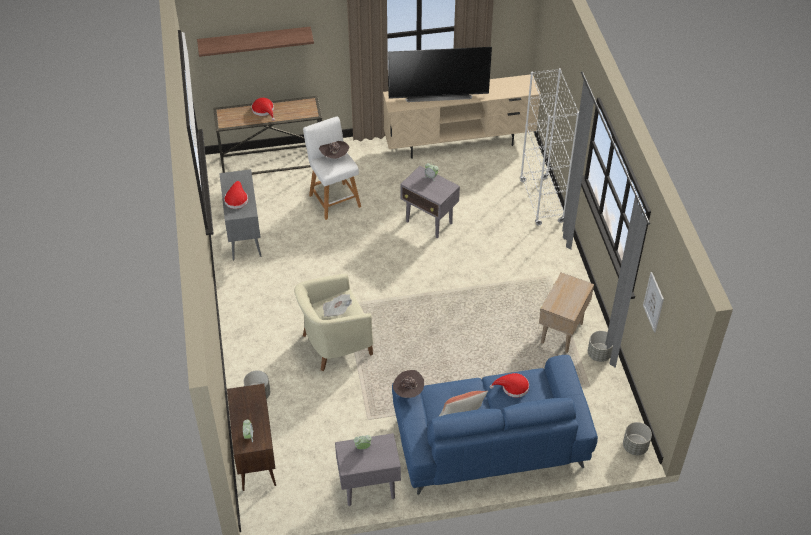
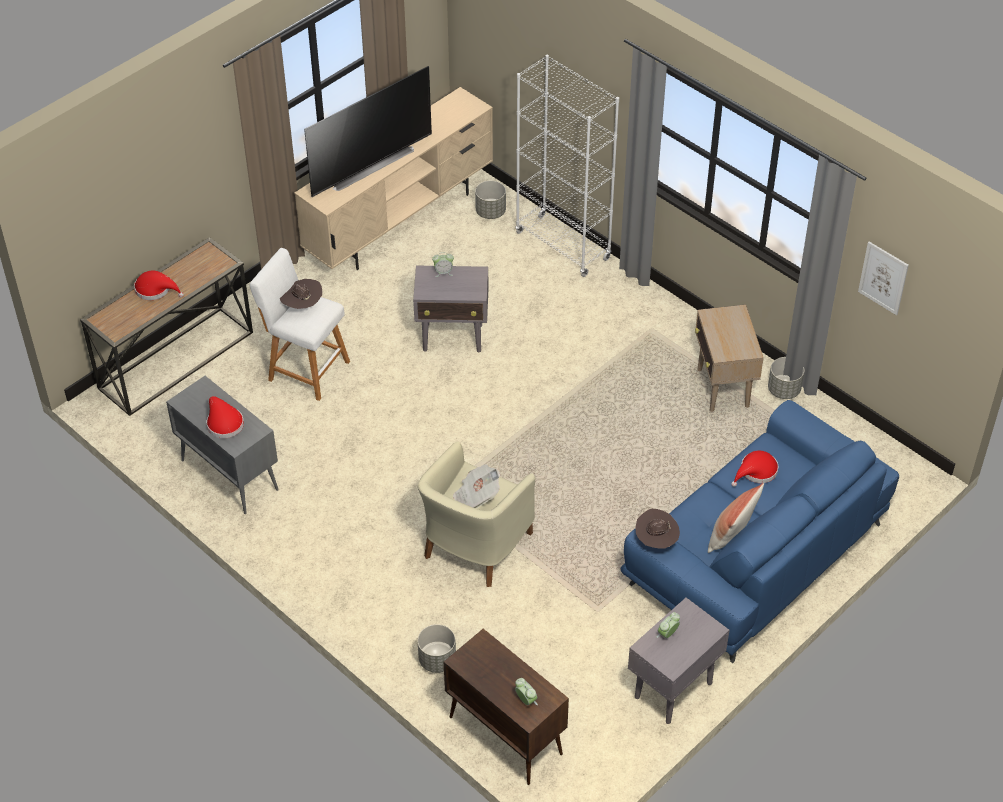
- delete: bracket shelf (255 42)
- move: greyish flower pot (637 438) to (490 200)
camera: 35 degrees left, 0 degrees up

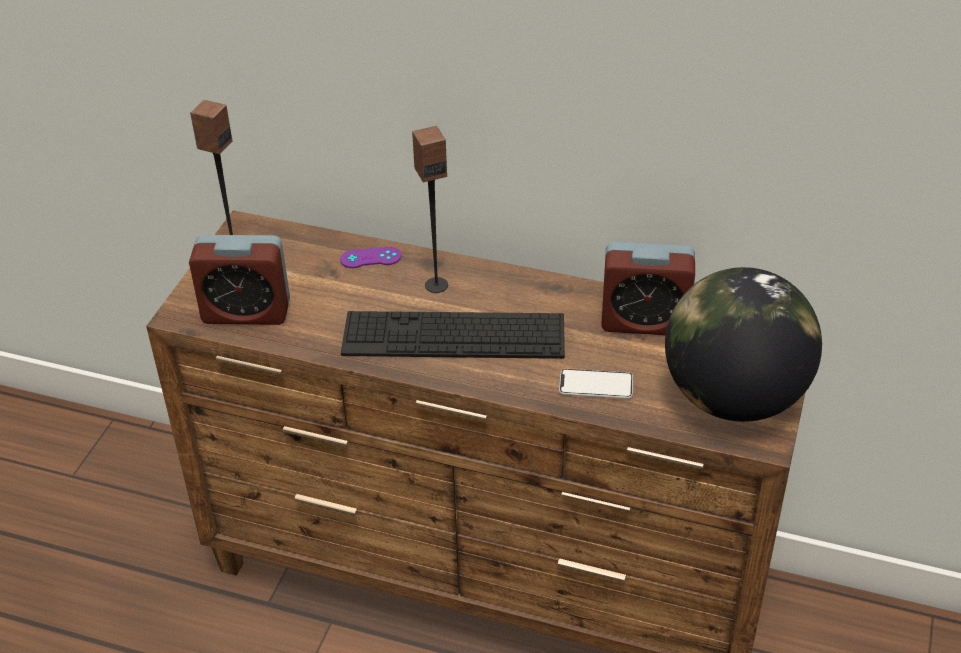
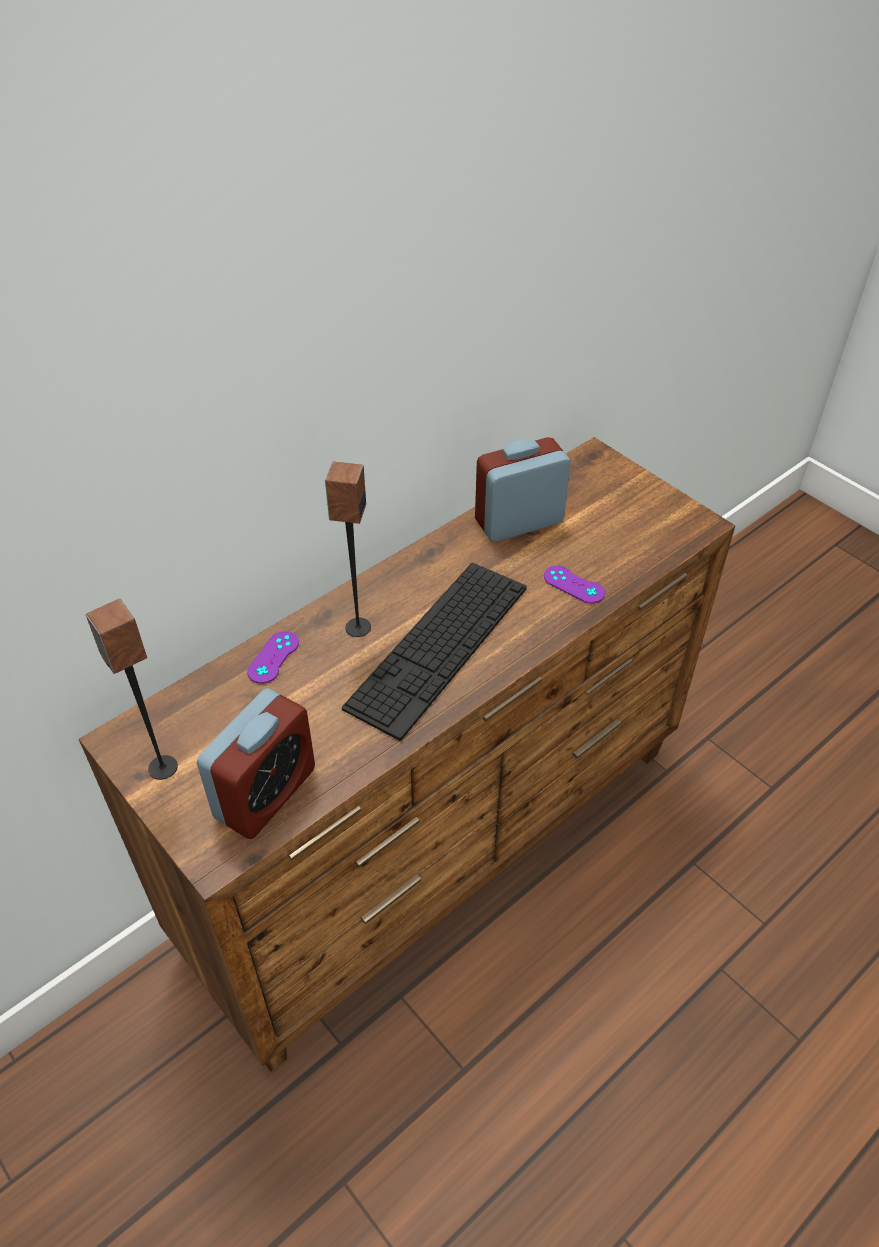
- replace: phone (596 384) to purplish gamepad (574 584)
- rotate: bedside clock (648 288) = (523 489) 150 degrees counterclockwise
- delete: desk globe (743 344)
camera: 60 degrees left, 5 degrees up

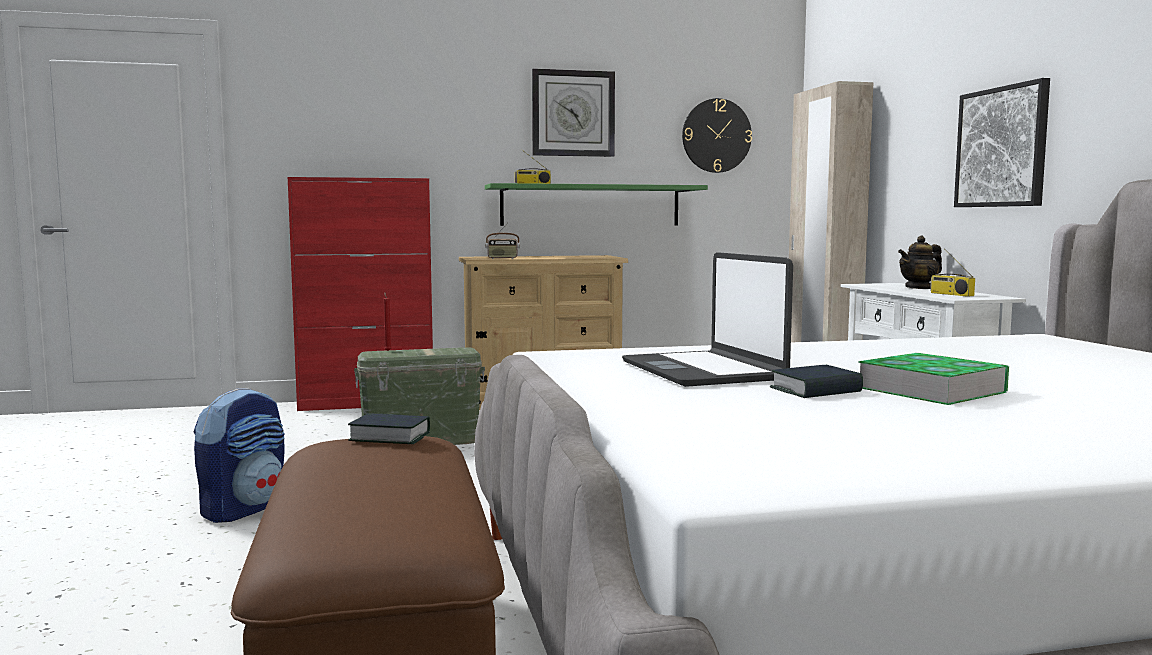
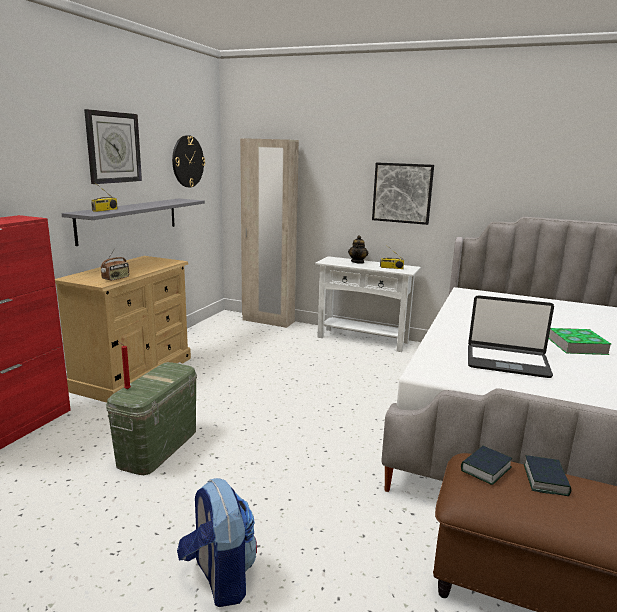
- recolor: green bracket shelf (596 204) to greyish bracket shelf (133 222)
- move: volume (816 381) to (547 475)
camera: 55 degrees left, 10 degrees up

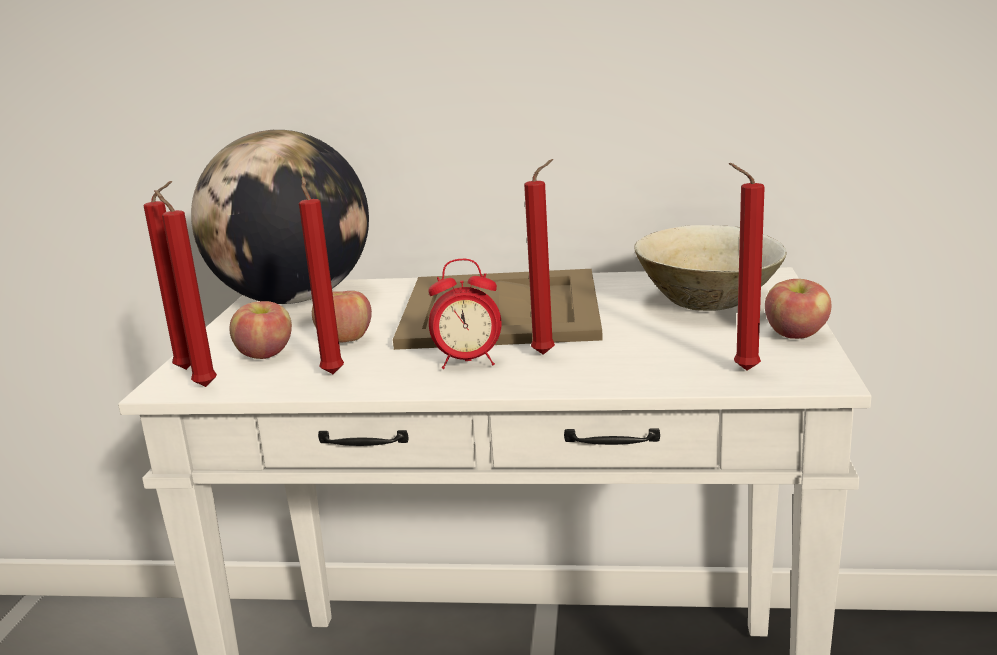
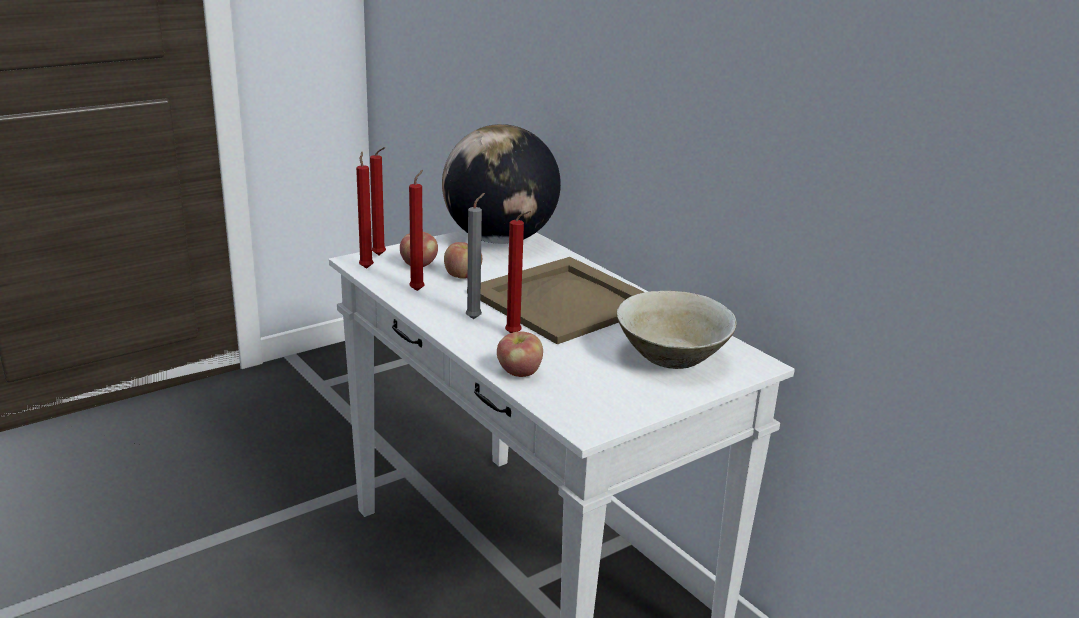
- replace: bedside clock (465 314) to greyish wax candle (475 256)
- delete: reddish wax candle (747 267)
- move: whole apple (798 309) to (520 354)
camera: 45 degrees right, 5 degrees up

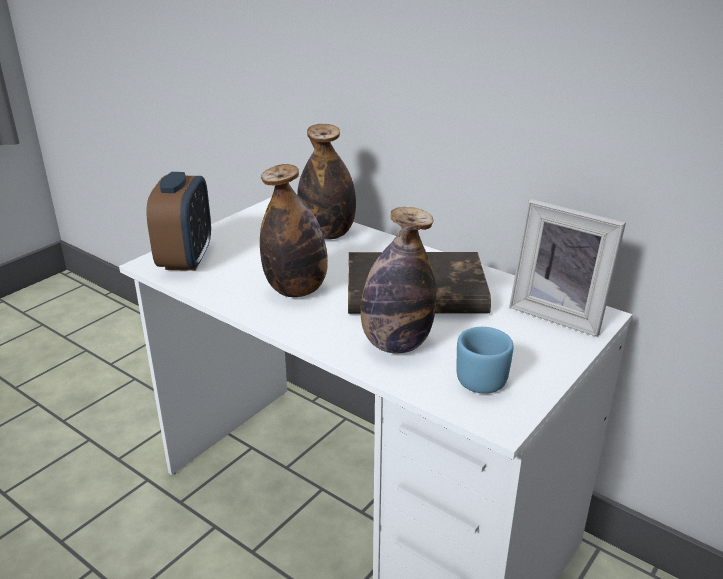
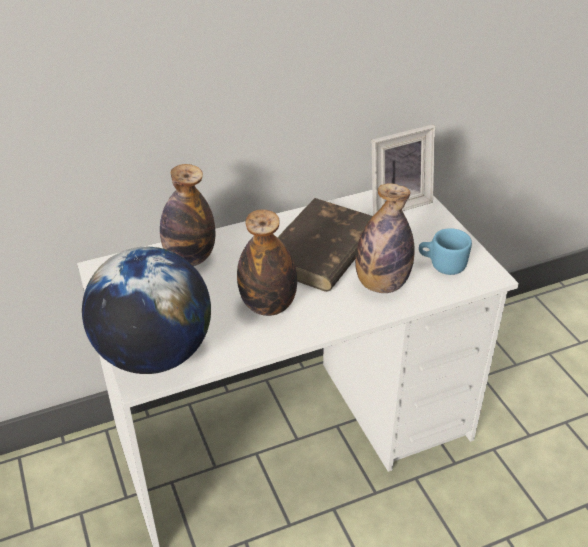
- replace: bedside clock (178 221) to desk globe (146 310)
camera: 60 degrees left, 10 degrees up

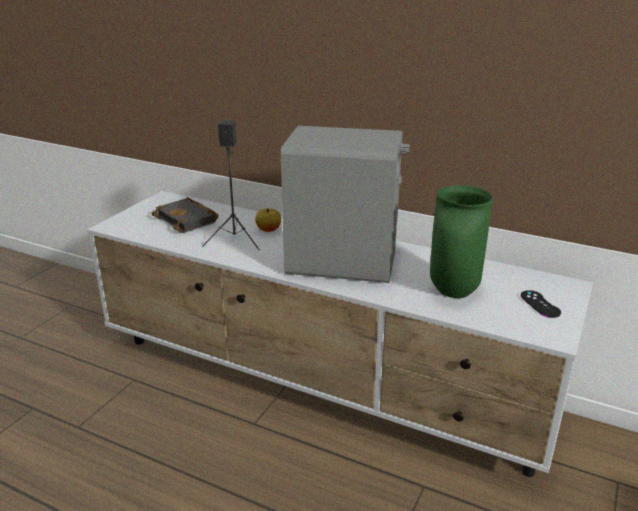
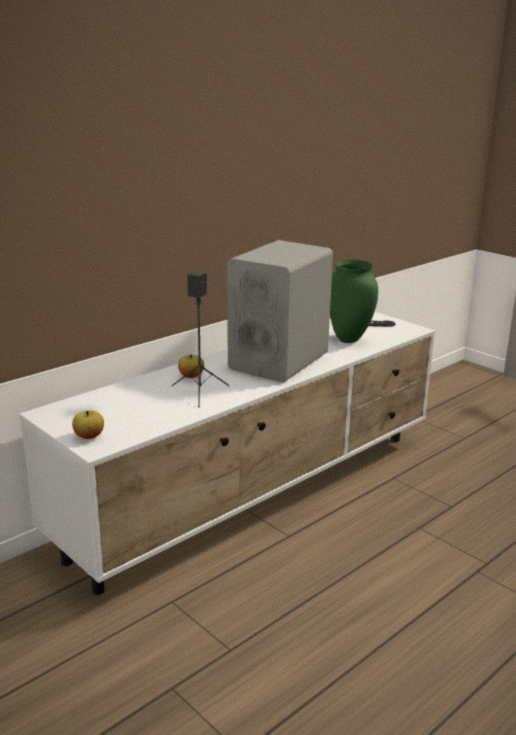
- delete: blackish volume (185 215)
- insert: whole apple (88 425)
camera: 70 degrees left, 5 degrees down

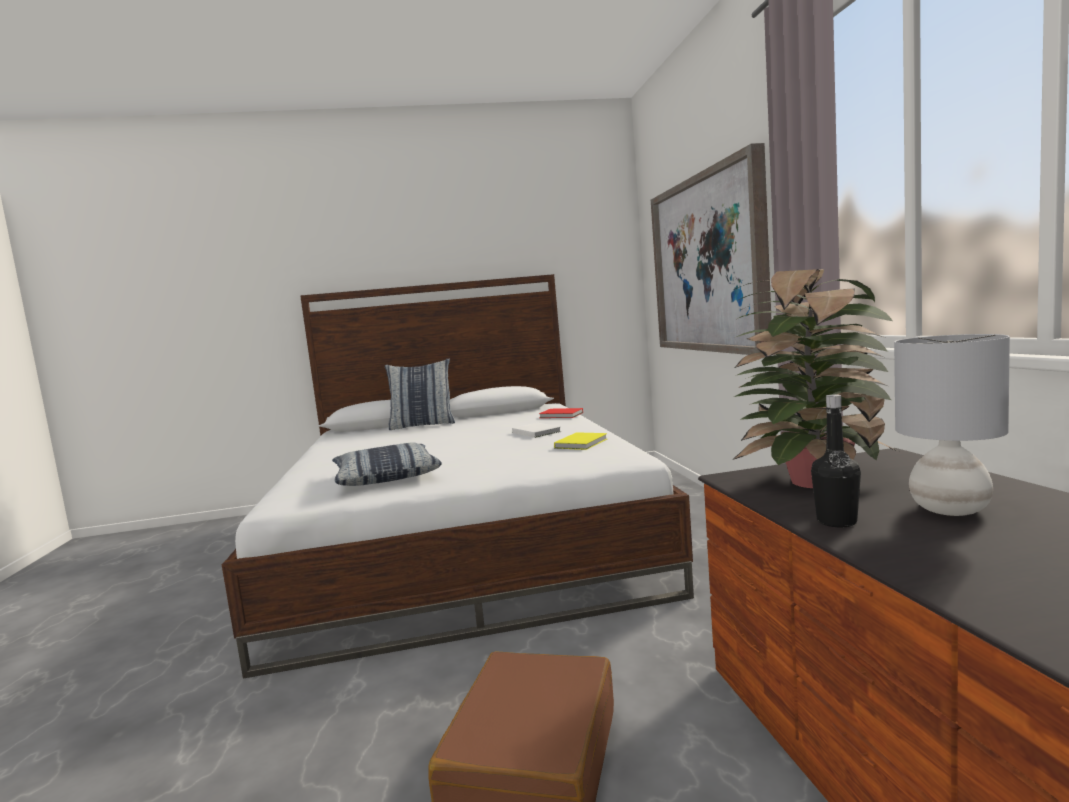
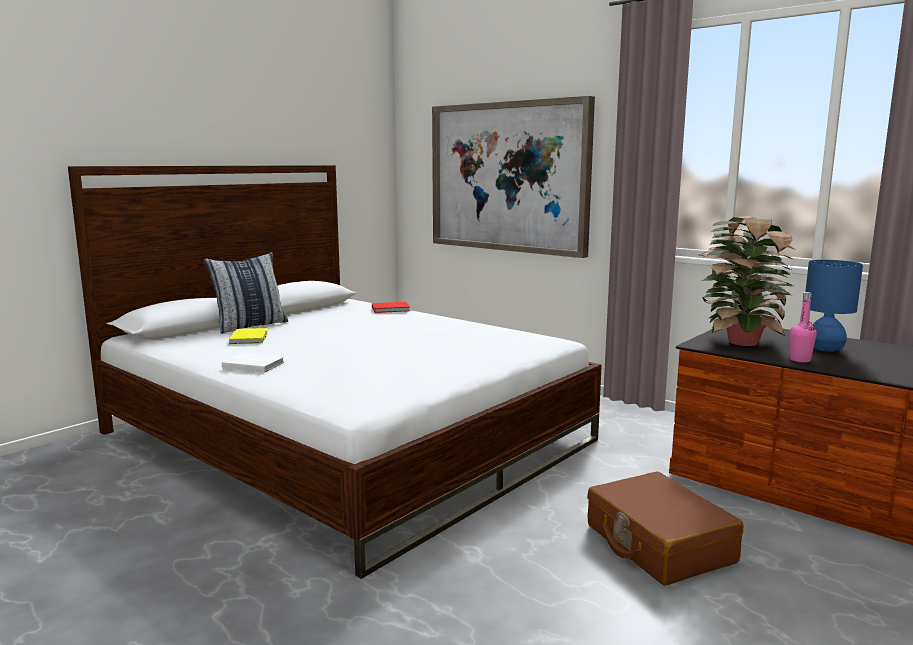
- delete: cushion (387 464)
- move: white volume (536 430) to (253 363)
- move: yellow-coloured volume (580 441) to (248 336)
- recolor: blackish drink bottle (836 460) to pinkish drink bottle (803 327)
- recolor: greyish table lamp (952 425) to bluish table lamp (834 306)
camera: 40 degrees left, 5 degrees up

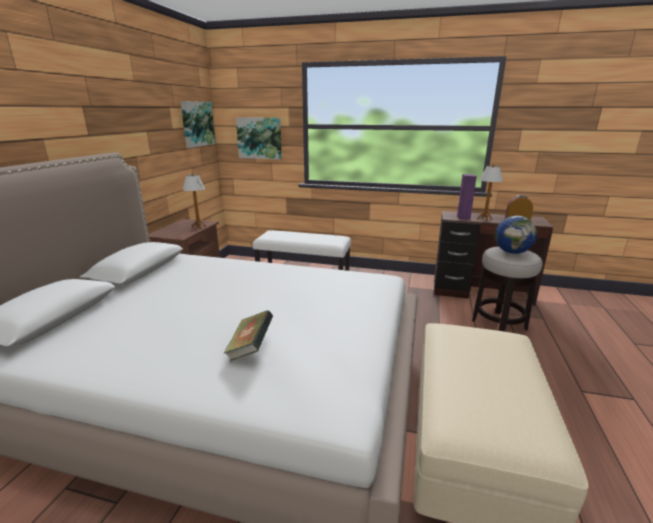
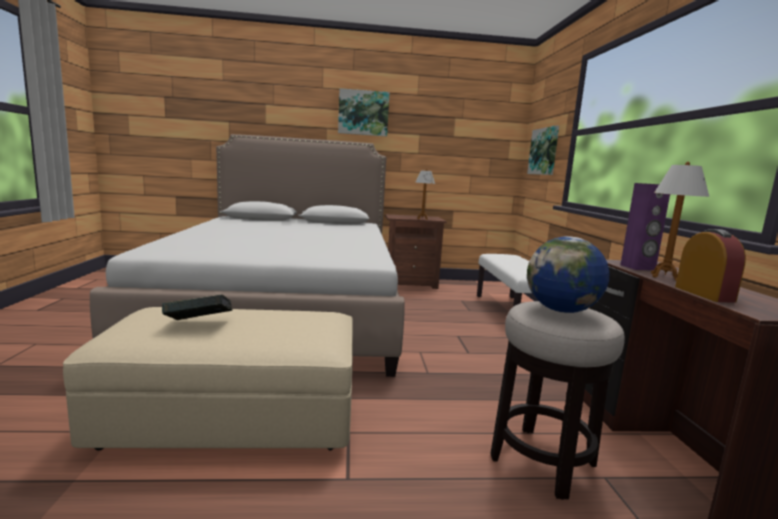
- move: wall picture (198 124) to (364 112)
- move: volume (248 336) to (197 307)
camera: 70 degrees right, 10 degrees down

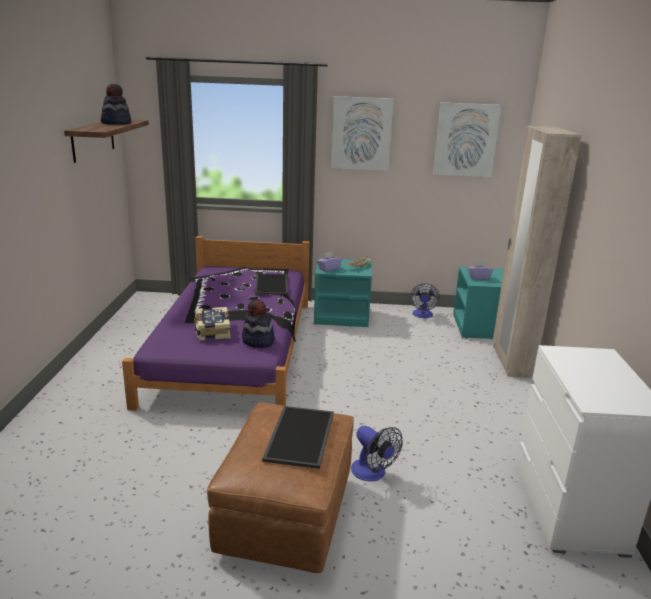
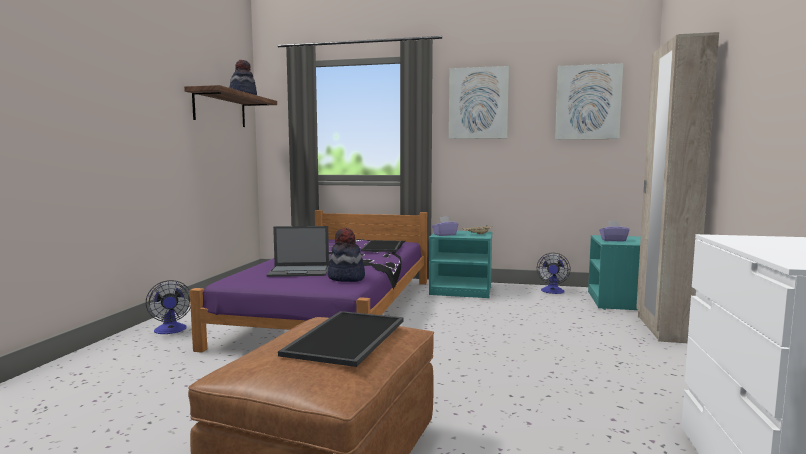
- replace: volume (212 324) to portable computer (298 251)
- move: fan (377 454) to (168 307)
camera: 10 degrees right, 15 degrees down

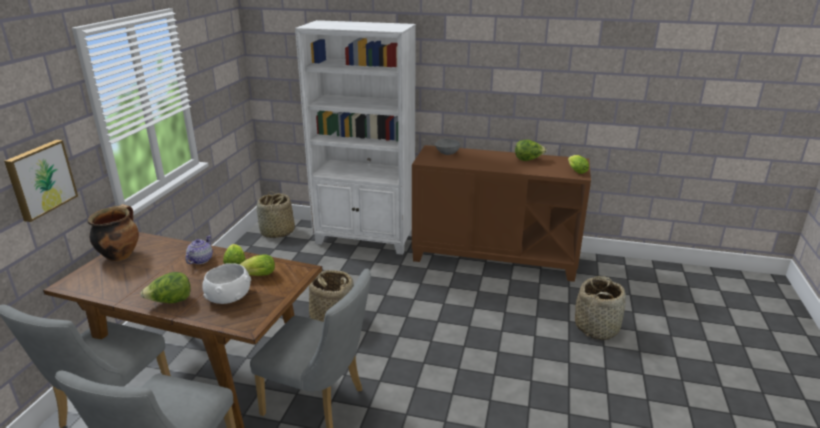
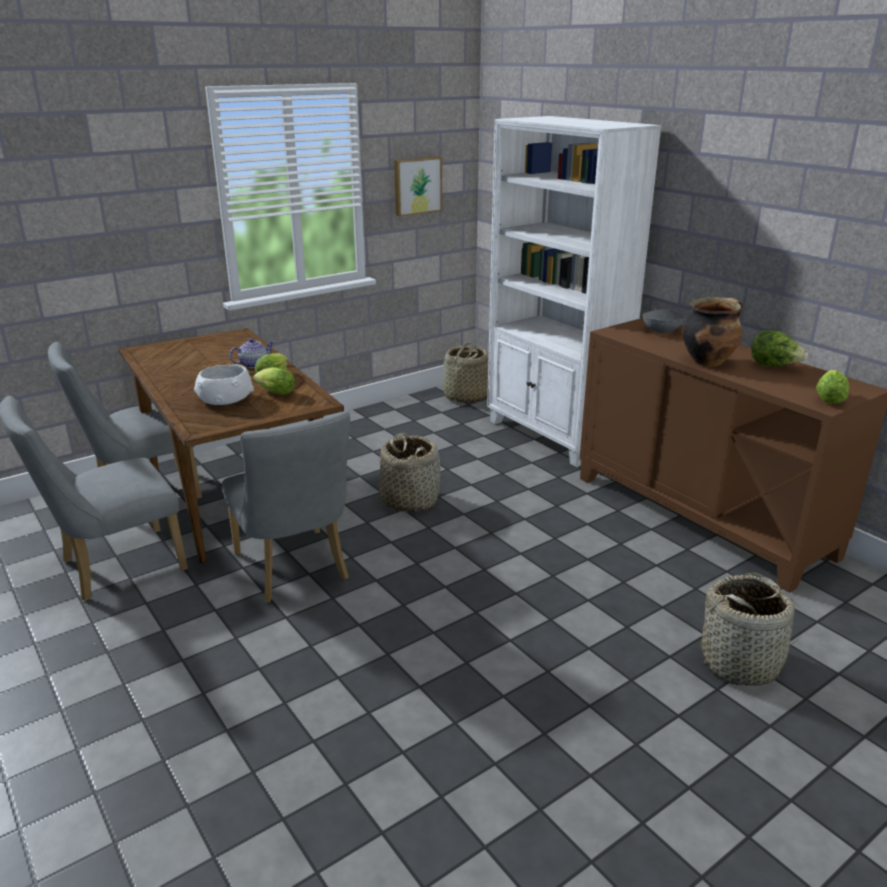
- move: wall picture (41 181) to (418 186)
- move: cooking pot (113 232) to (712 331)
- delete: lettuce (165 287)
camera: 40 degrees right, 0 degrees up

